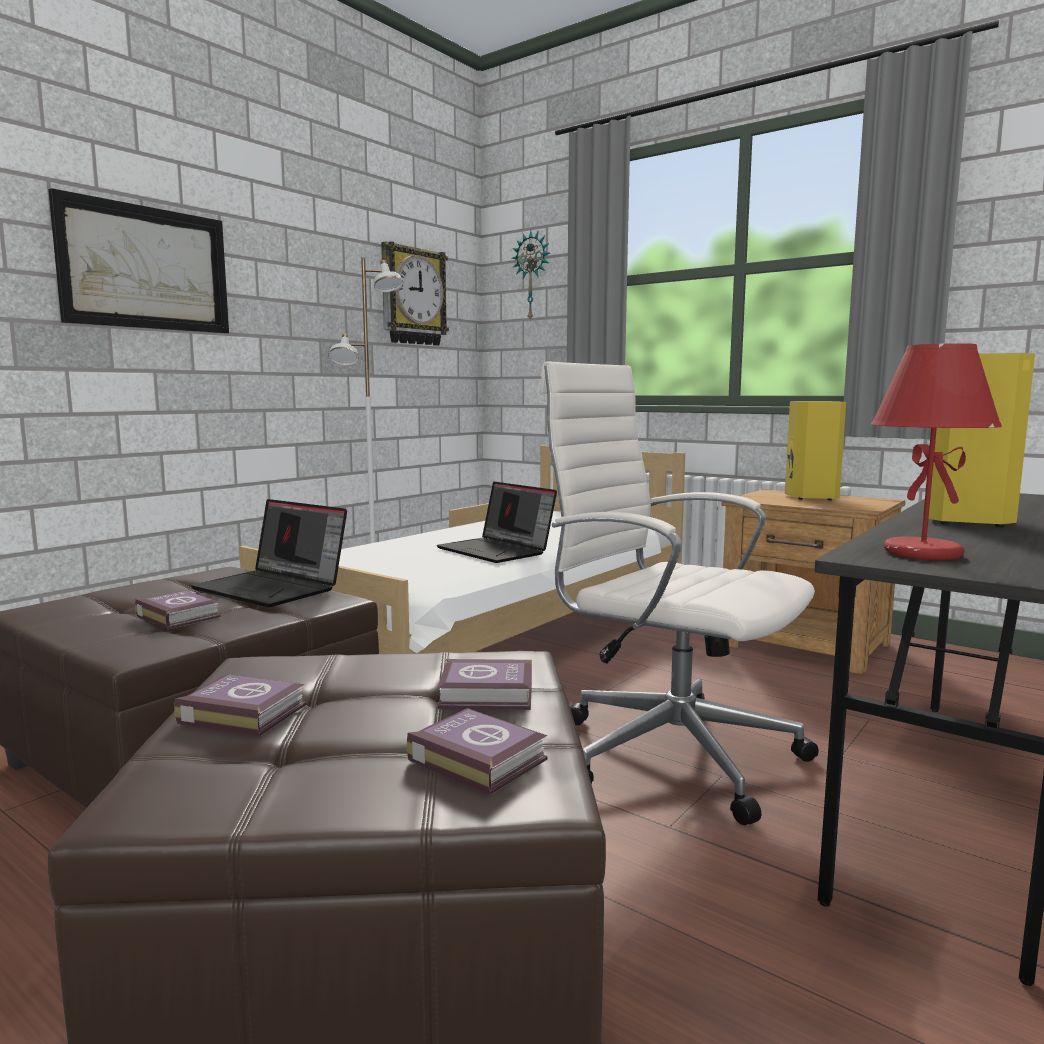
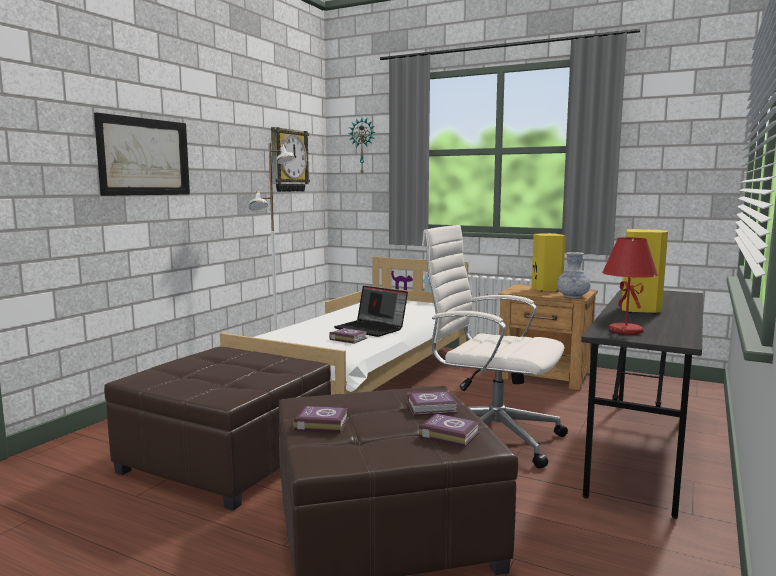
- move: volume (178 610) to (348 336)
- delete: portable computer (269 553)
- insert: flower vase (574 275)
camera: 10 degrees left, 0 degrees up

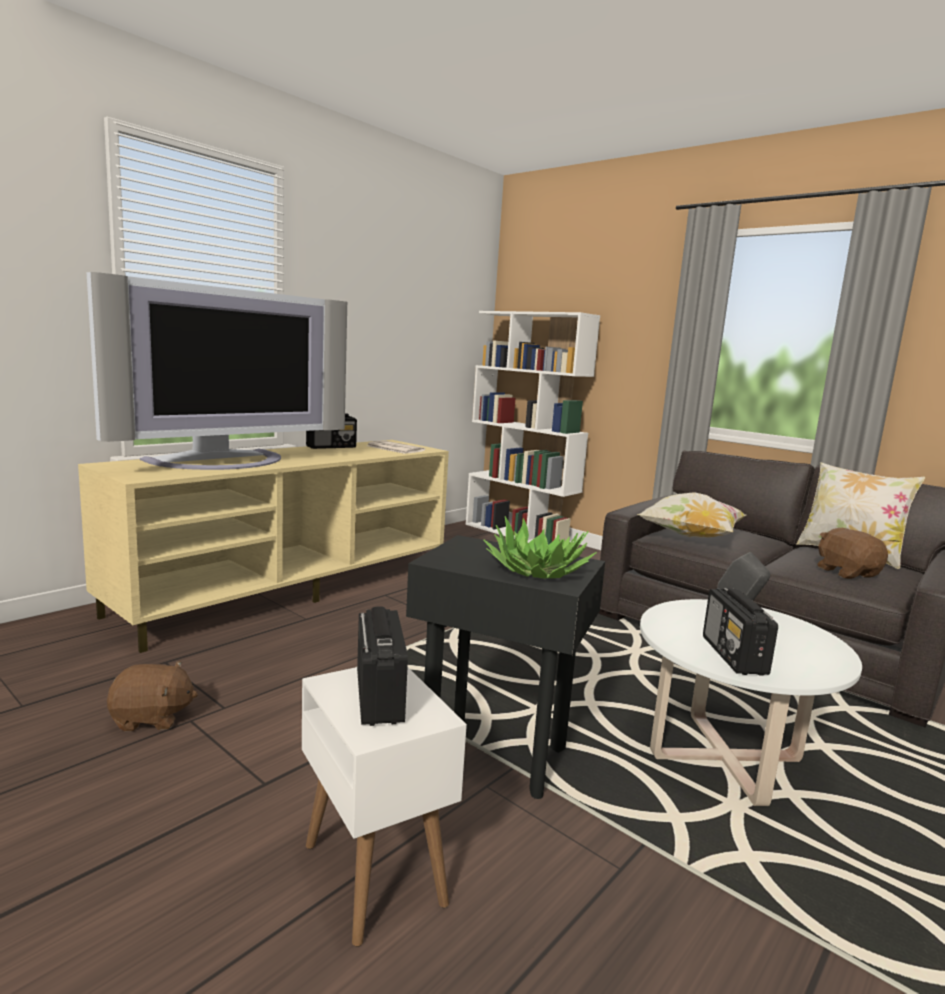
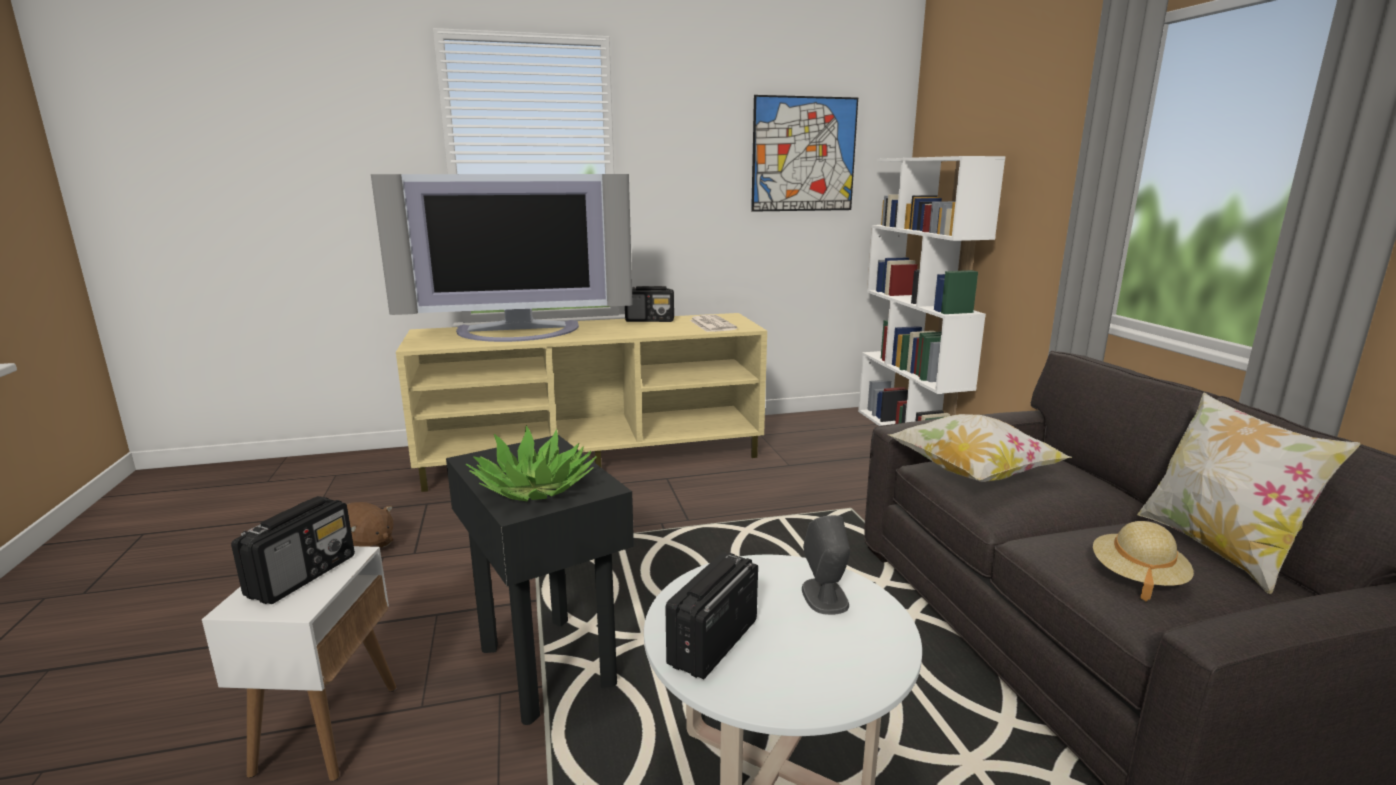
- replace: brownish cuddly toy (852 553) to beige clothing hat (1143 561)
- insert: wall picture (804 153)
camera: 35 degrees right, 5 degrees up

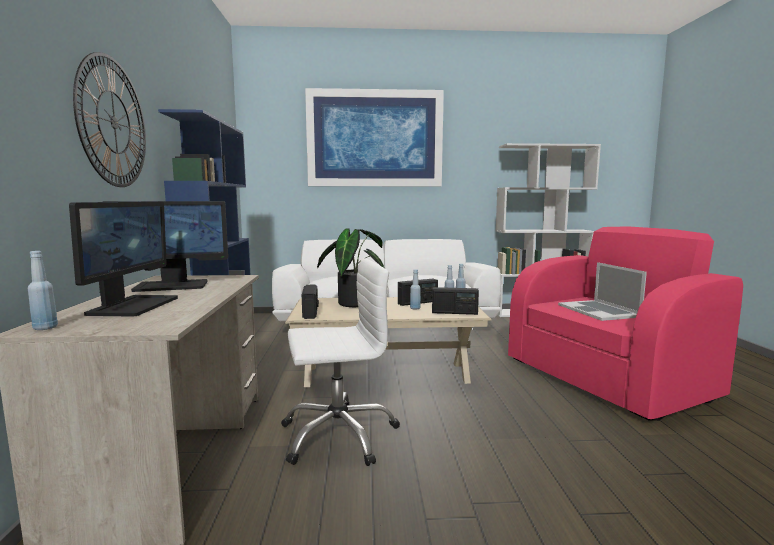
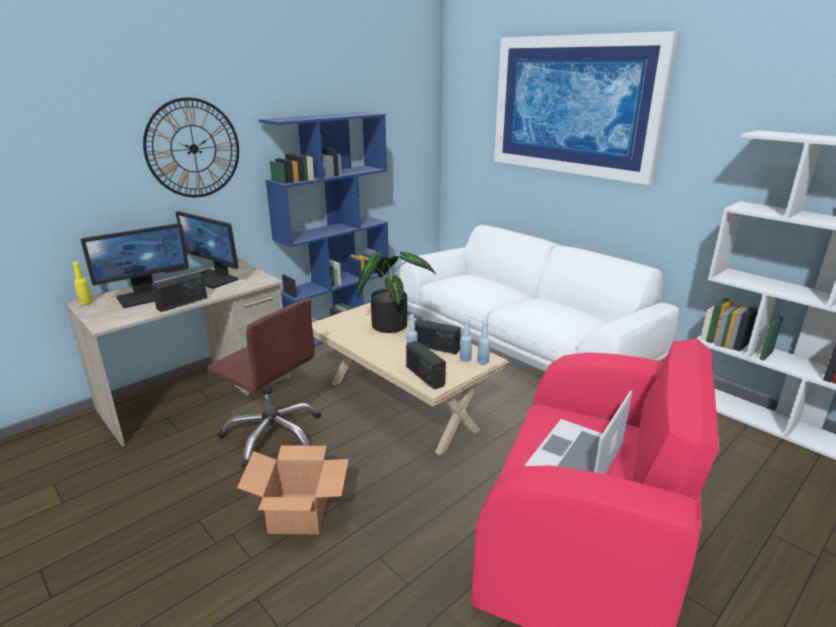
- recolor: bluish drink bottle (43 290) to yellow-coloured drink bottle (82 283)
- recolor: white office chair (340 362) to brownish office chair (264 382)
- move: radio receiver (310 302) to (179 292)
- insert: cardboard box (293 489)
camera: 50 degrees right, 15 degrees up

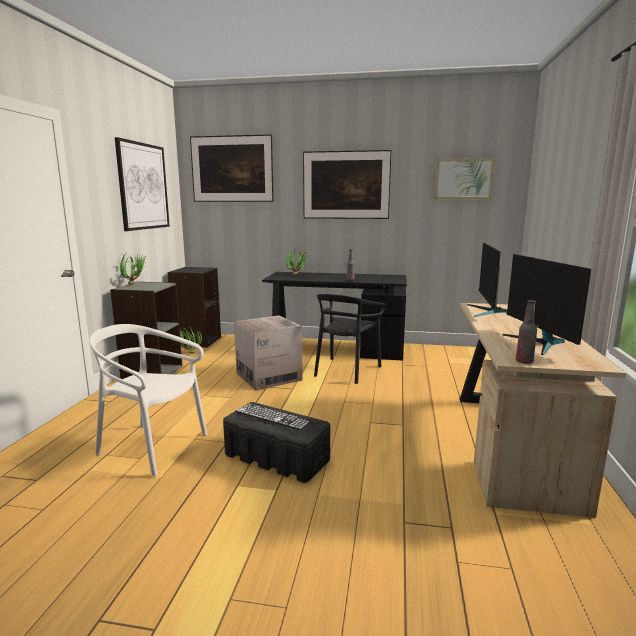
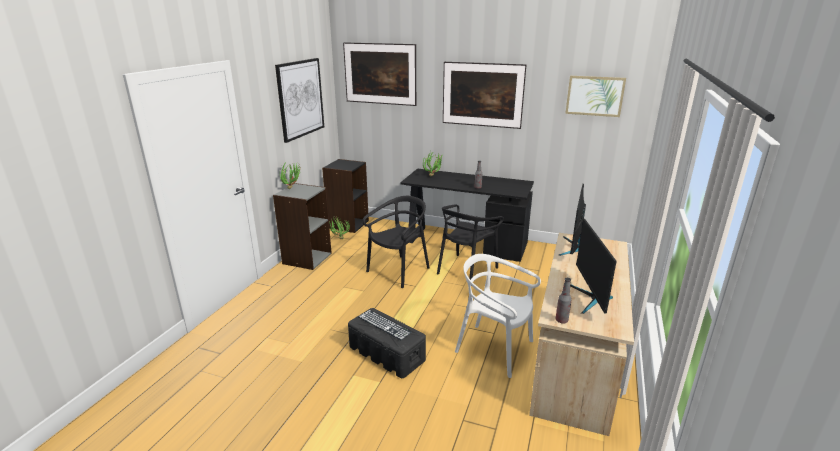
- move: white upright chair (148 400) to (498 316)
- replace: cardboard box (268 353) to blackish upright chair (396 242)
camera: 10 degrees right, 10 degrees up

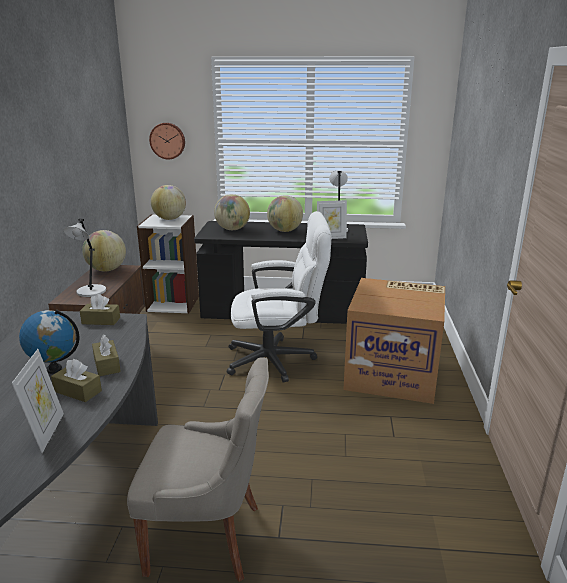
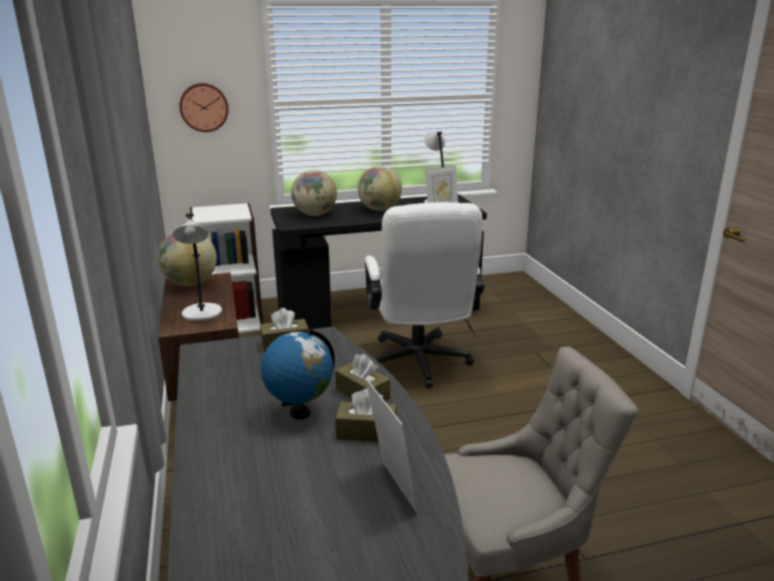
- delete: desk globe (168 202)
- rotate: white office chair (279 296) = (425 295) 105 degrees clockwise
- delete: cardboard box (394 341)
camera: 20 degrees left, 0 degrees up

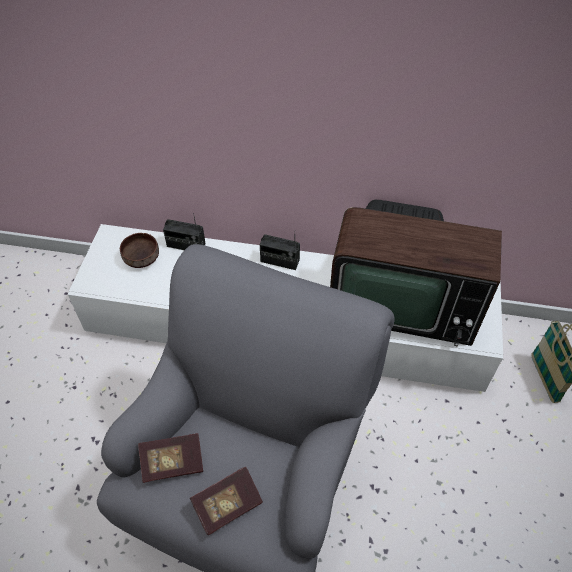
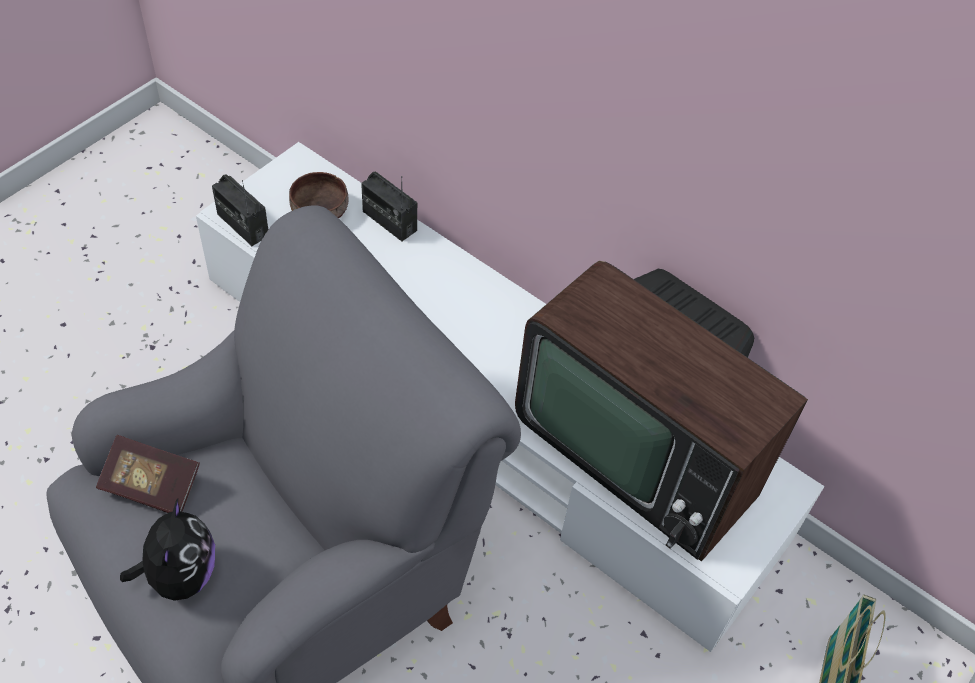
- replace: volume (226 501) to cuddly toy (167 550)
- move: radio receiver (280 252) to (240 210)
camera: 25 degrees right, 0 degrees up

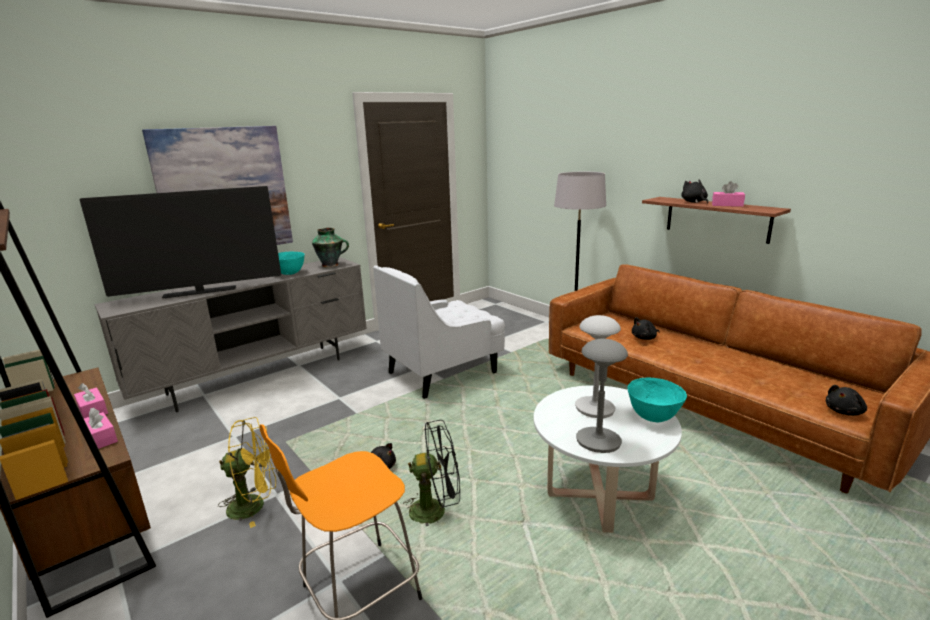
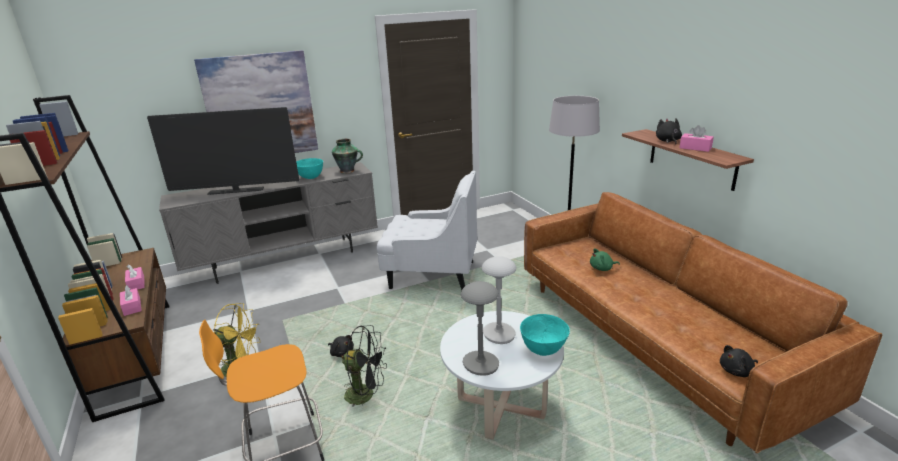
- rotate: white easy chair (439 332) = (427 230) 150 degrees counterclockwise
- recolor: blackish cuddly toy (646 328) to green cuddly toy (605 259)
camera: 15 degrees right, 5 degrees up

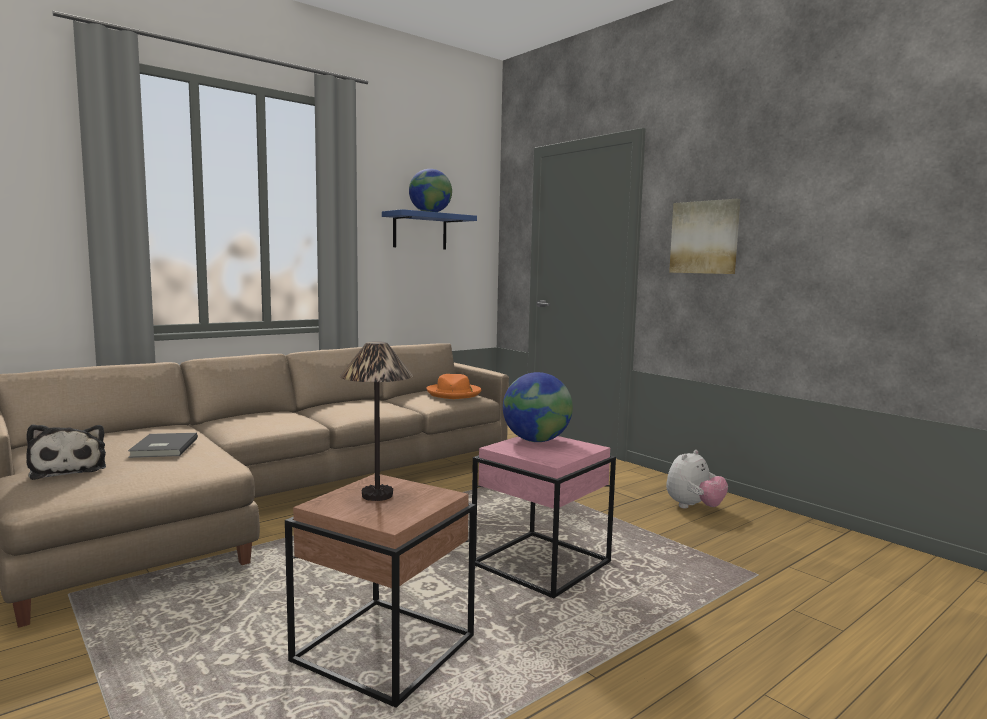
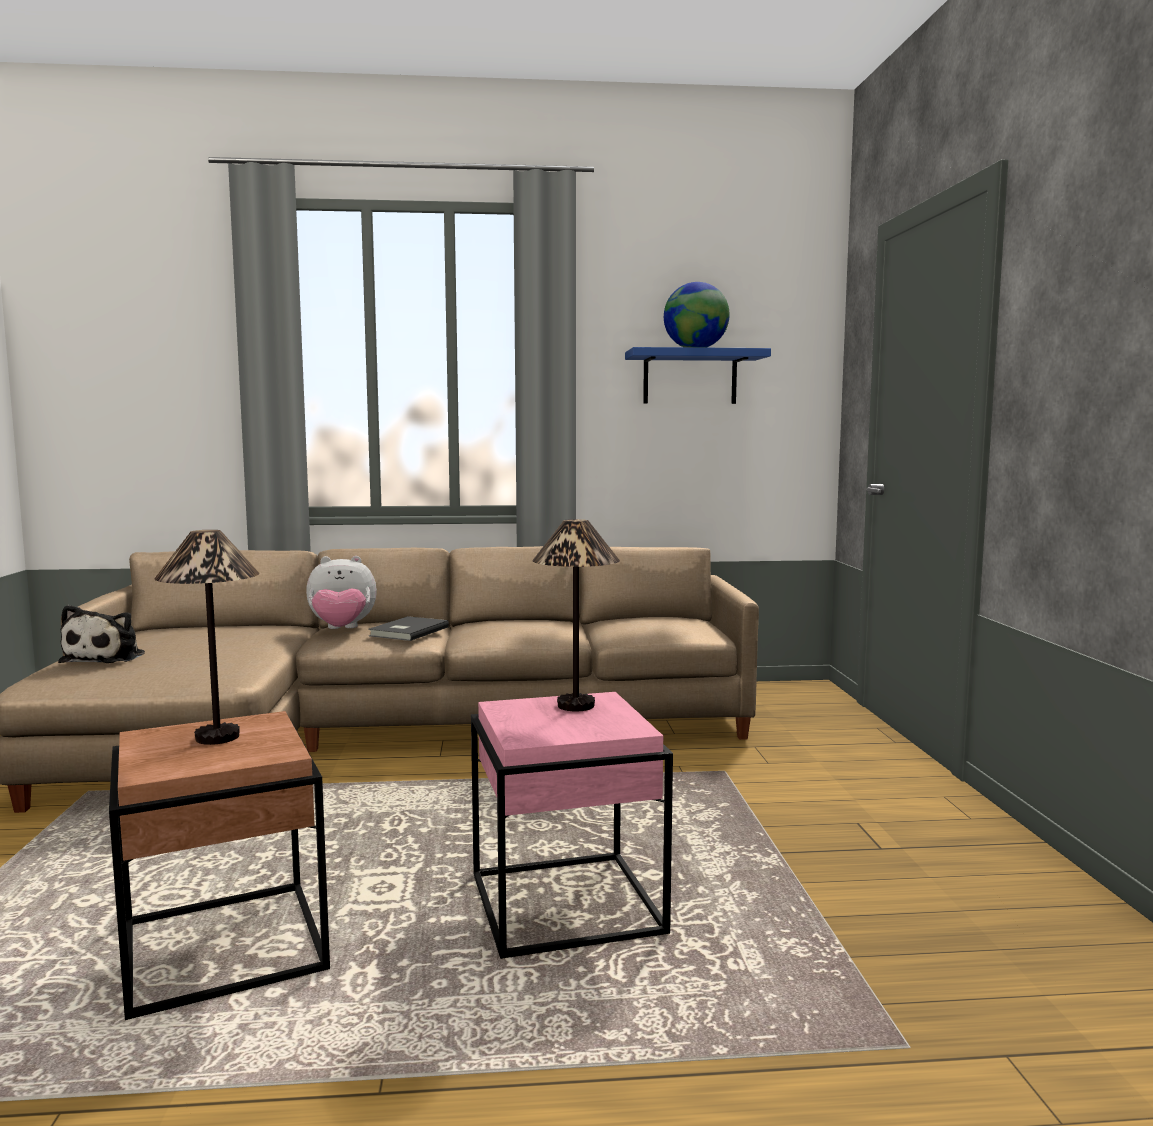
- move: greyish volume (163 445) to (408 628)
- delete: orange-coloured clothing hat (453 386)
- replace: desk globe (538 407) to table lamp (576 615)
- move: cuddly toy (697 479) to (341 592)
- delete: wall picture (704 236)
camera: 35 degrees right, 0 degrees up

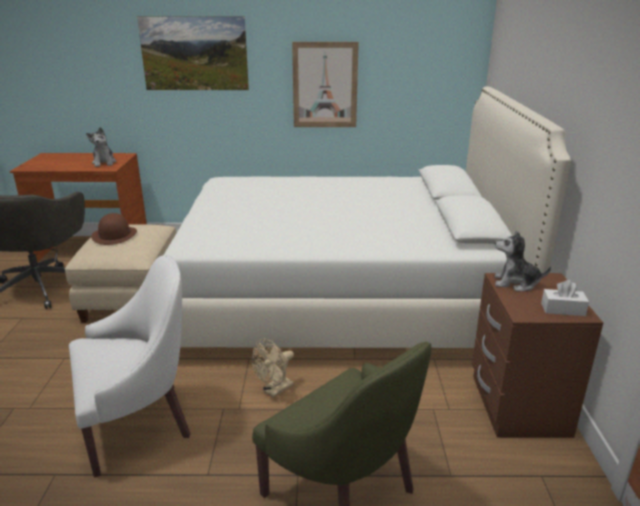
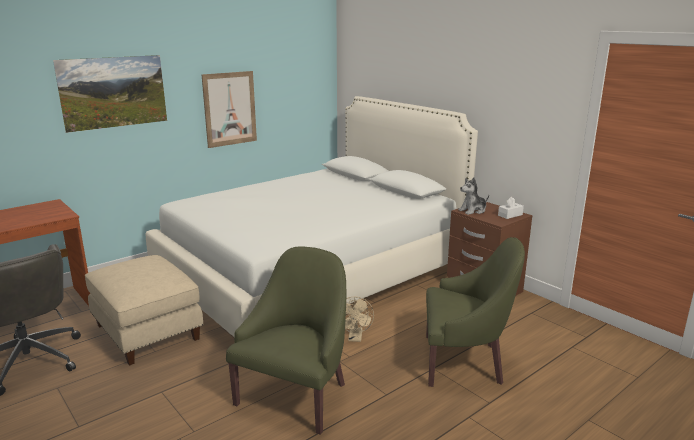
- recolor: white easy chair (130 366) to green easy chair (286 340)
- delete: cuddly toy (101 147)
- delete: brownish clothing hat (114 229)
camera: 40 degrees left, 5 degrees down

